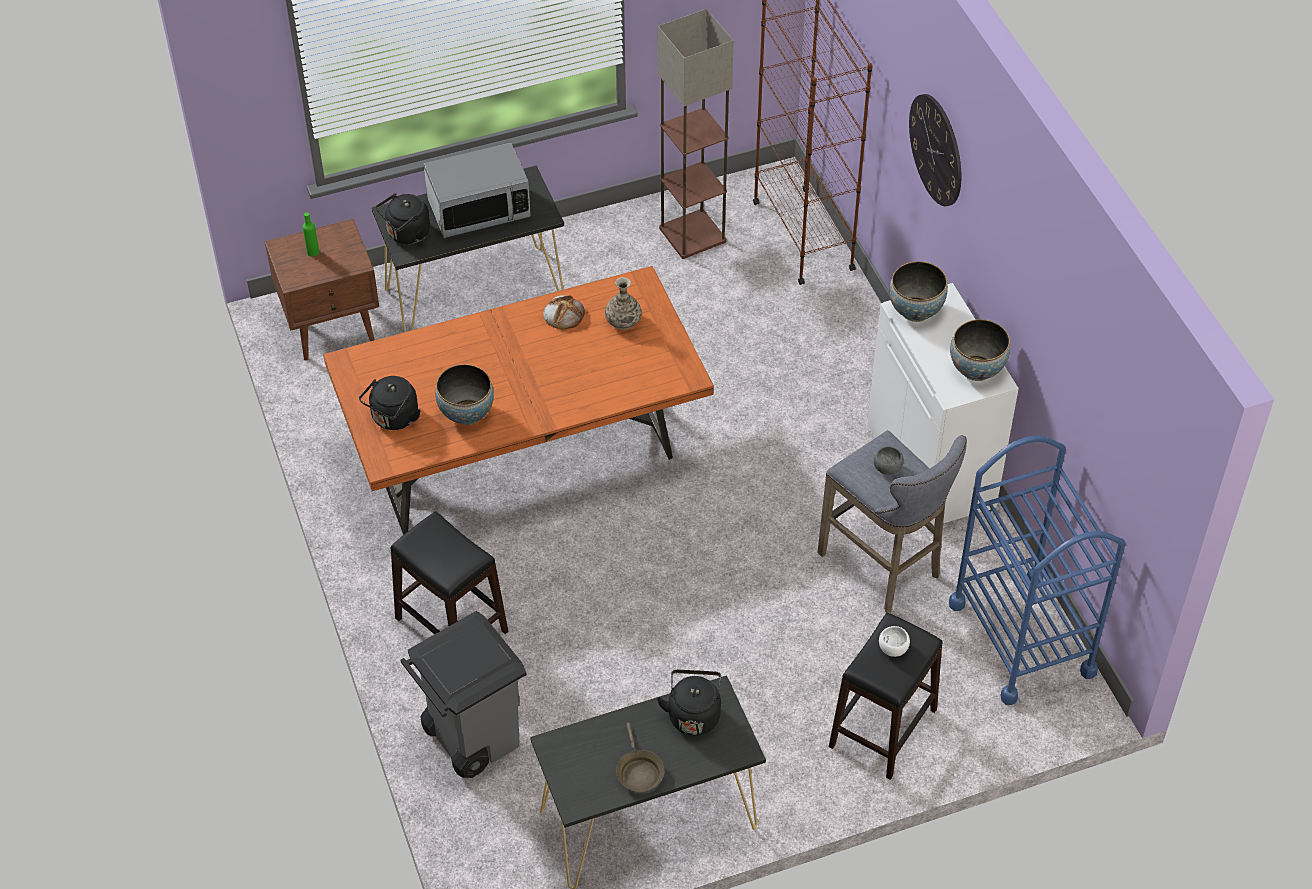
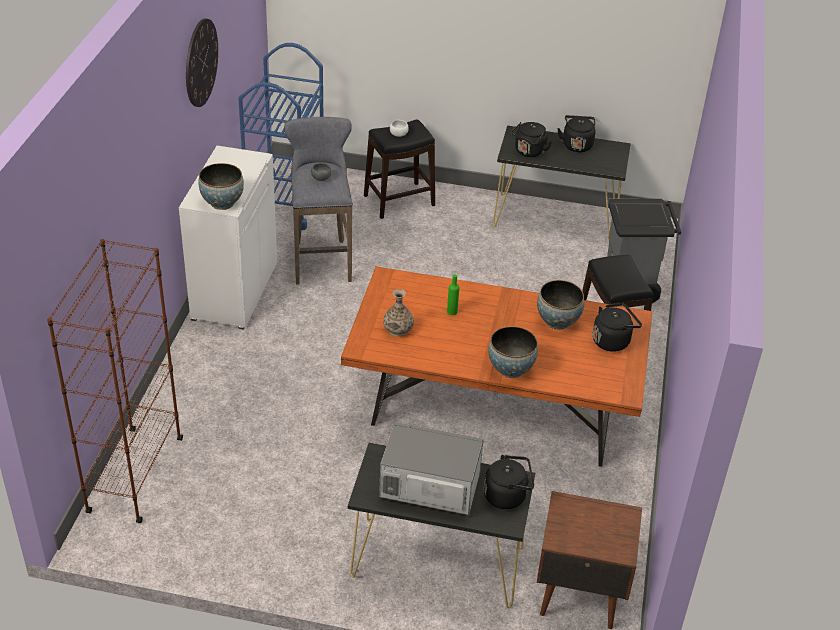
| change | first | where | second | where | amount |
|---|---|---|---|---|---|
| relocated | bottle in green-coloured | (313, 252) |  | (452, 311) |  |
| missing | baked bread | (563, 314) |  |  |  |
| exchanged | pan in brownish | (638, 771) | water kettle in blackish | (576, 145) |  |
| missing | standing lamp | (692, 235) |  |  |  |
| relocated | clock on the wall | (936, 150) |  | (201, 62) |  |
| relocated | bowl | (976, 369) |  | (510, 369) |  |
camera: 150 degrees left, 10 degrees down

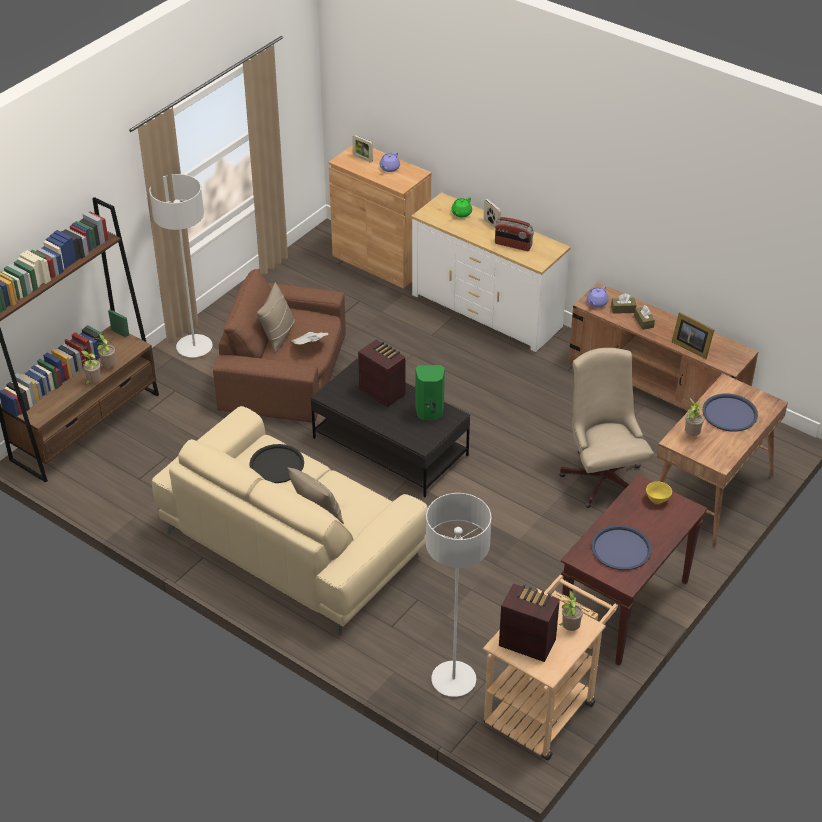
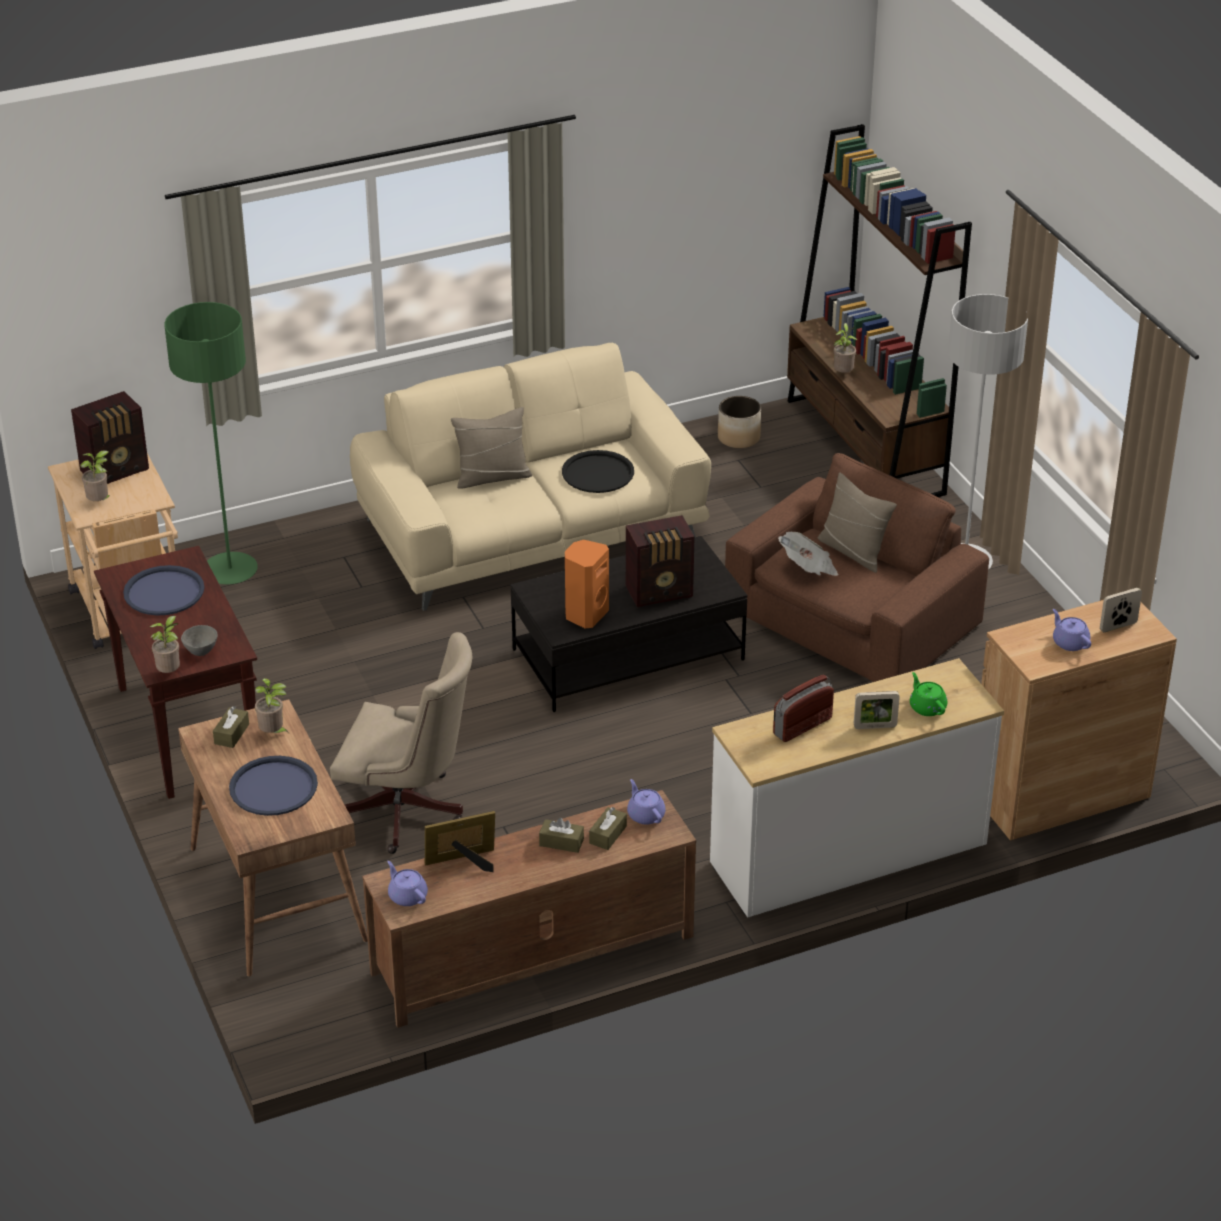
| change | first | where | second | where | amount |
|---|---|---|---|---|---|
| relocated | potted plant | (108, 367) |  | (170, 672) |  |
| colour | audio speaker in green-coloured | (429, 413) | audio speaker in orange-coloured | (585, 615) |  |
| colour | standing lamp in grey | (453, 680) | standing lamp in green-coloured | (230, 571) |  |
| colour | bowl in yellow-coloured | (657, 500) | bowl in grey | (201, 652) |  |
| appeared |  |  | box of tissues in brownish | (231, 734) |  |
| appeared |  |  | tea pot in purple | (407, 896) |  |
| appeared |  |  | plant pot | (739, 438) |  |
camera: 120 degrees right, 5 degrees down

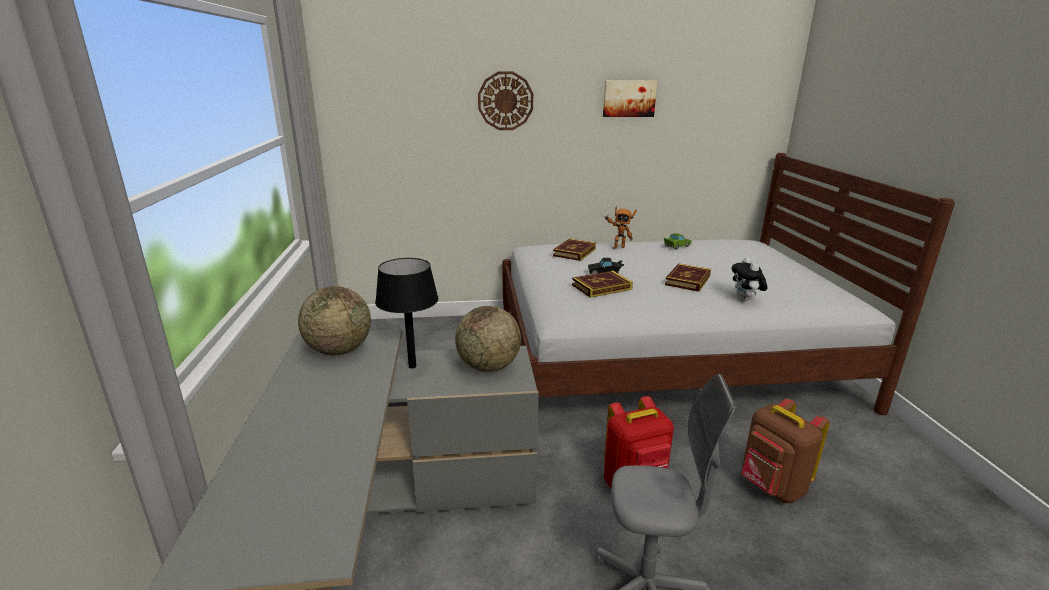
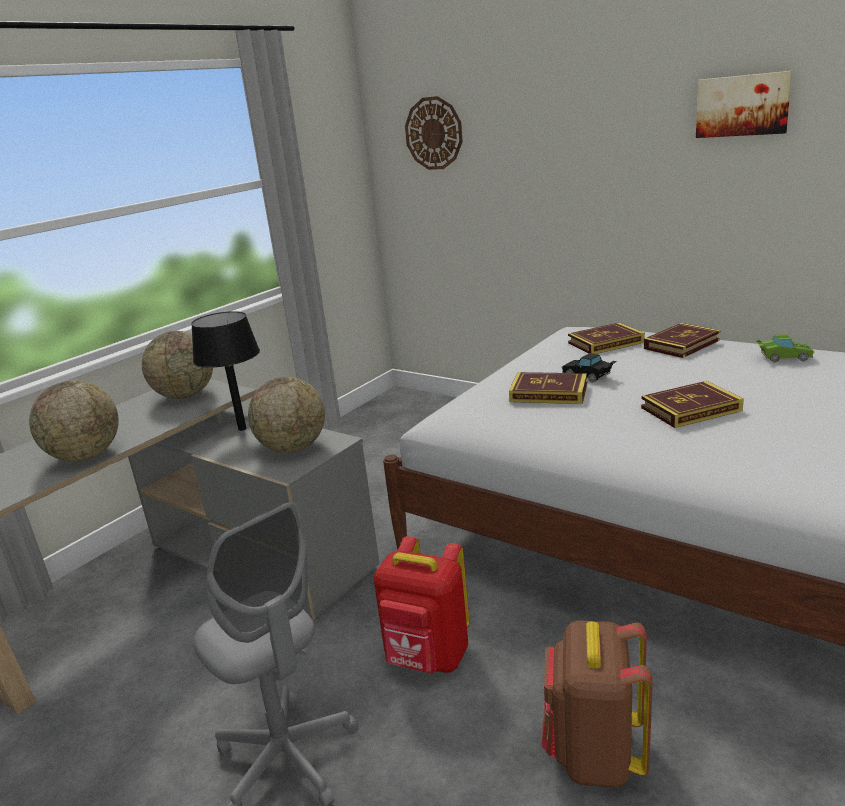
| change | first | where | second | where | amount |
|---|---|---|---|---|---|
| relocated | clock on the wall | (505, 101) |  | (434, 133) |  |
| exchanged | robot figure | (617, 247) | bound book | (681, 344) |  |
| missing | soft toy | (745, 300) |  |  |  |
| appeared |  |  | world globe | (86, 456) |  |
camera: 45 degrees right, 0 degrees up

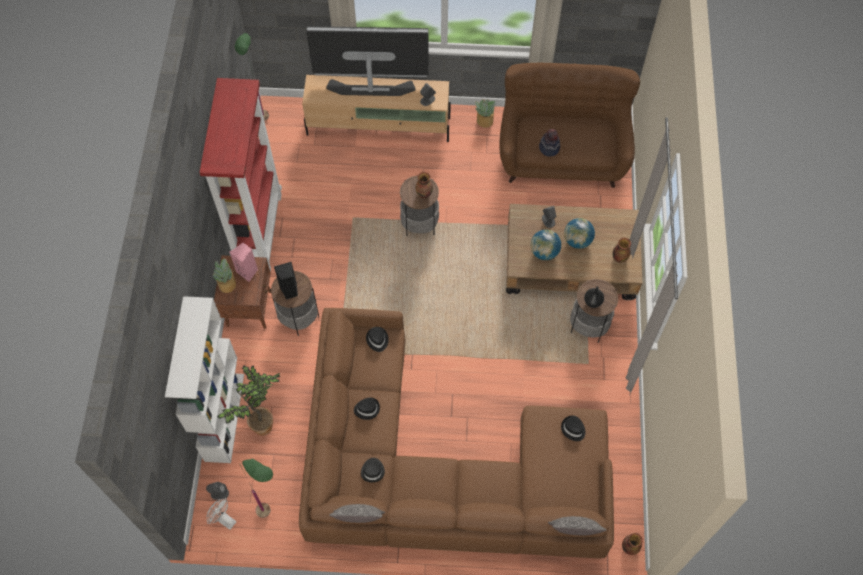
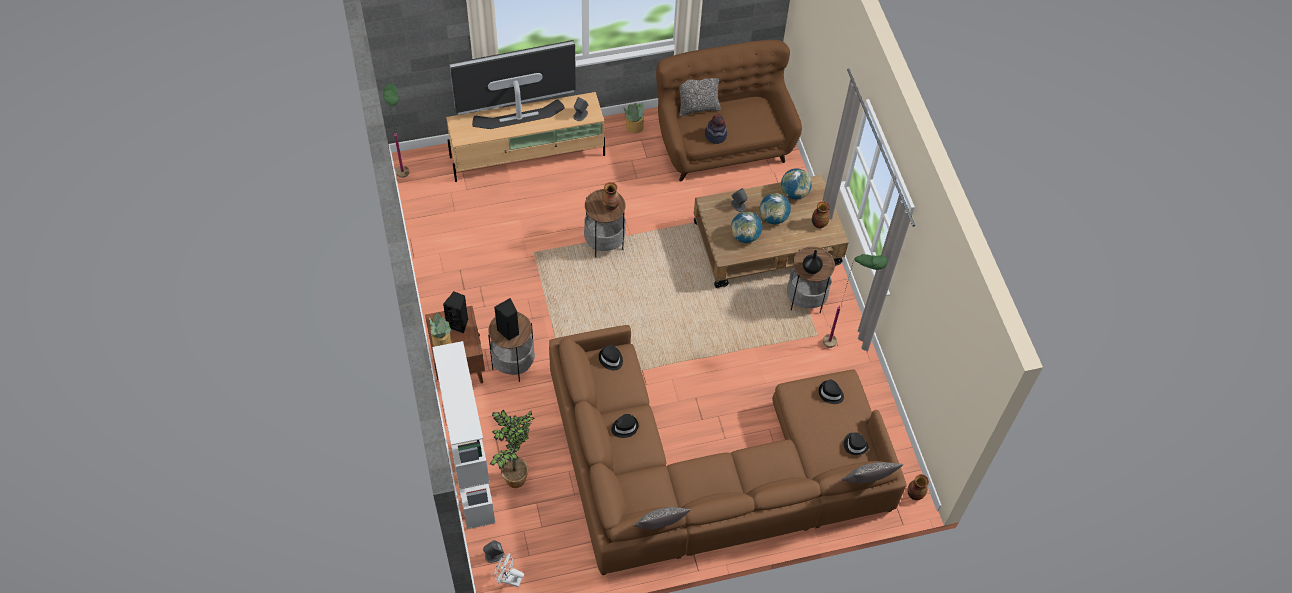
| change | first | where | second | where | amount |
|---|---|---|---|---|---|
| missing | bookcase in red-coloured | (259, 232) |  |  |  |
| colour | audio speaker in pink | (248, 272) | audio speaker in blackish | (459, 324) |  |
| relocated | standing lamp in green-coloured | (275, 516) |  | (841, 345) |  |
| relocated | hat in blackish | (373, 471) |  | (855, 445) |  |
| appeared |  |  | pillow | (698, 108) |  |
| appeared |  |  | world globe | (794, 193) |  |
camera: 20 degrees left, 5 degrees down

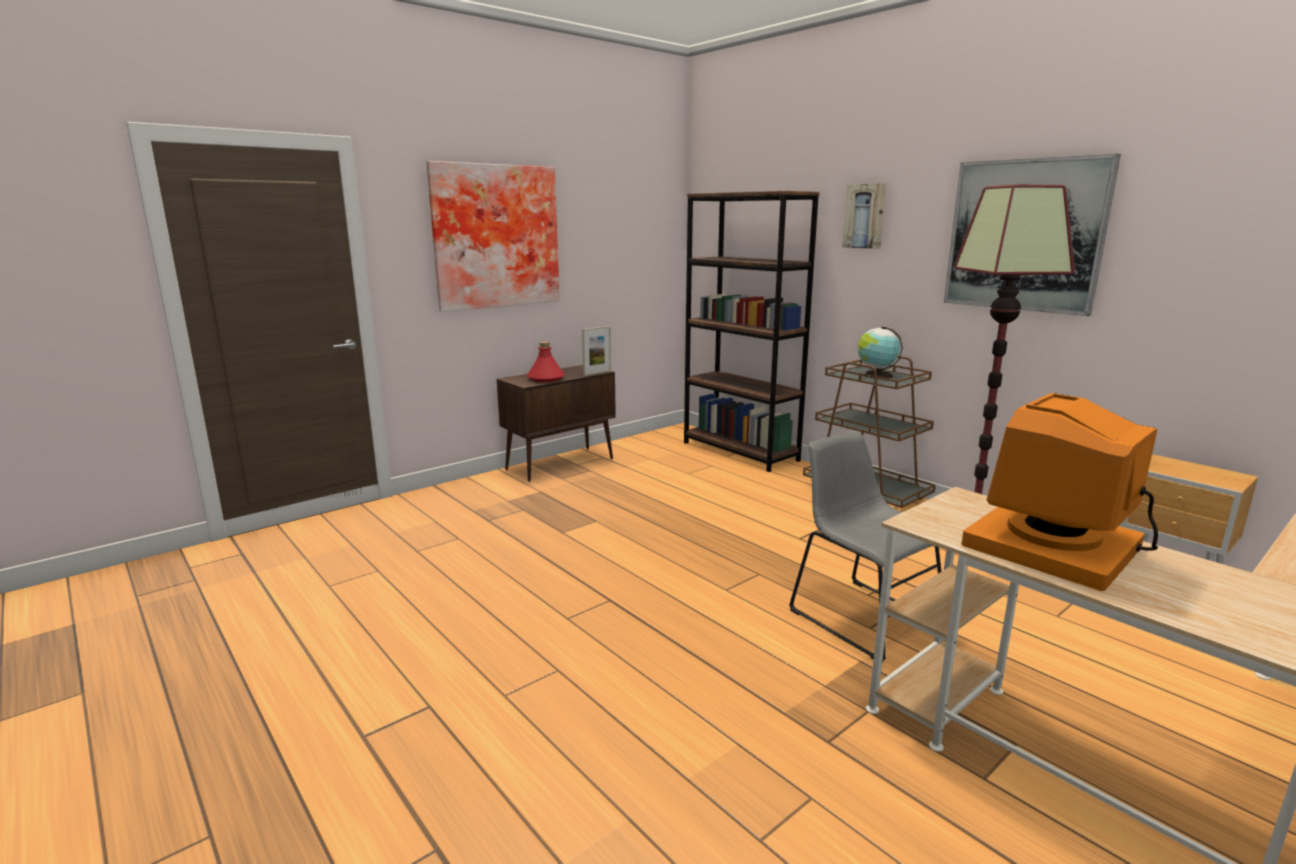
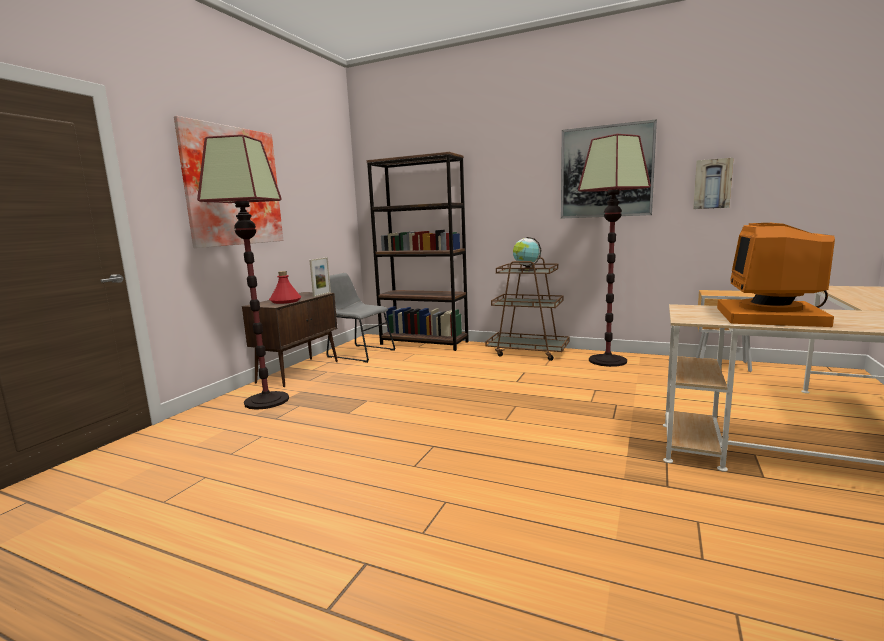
| change | first | where | second | where | amount |
|---|---|---|---|---|---|
| relocated | chair in grey | (860, 615) |  | (359, 353) |  |
| relocated | picture | (865, 216) |  | (712, 184) |  |
| appeared |  |  | standing lamp | (266, 401) |  |
camera: 25 degrees left, 5 degrees down

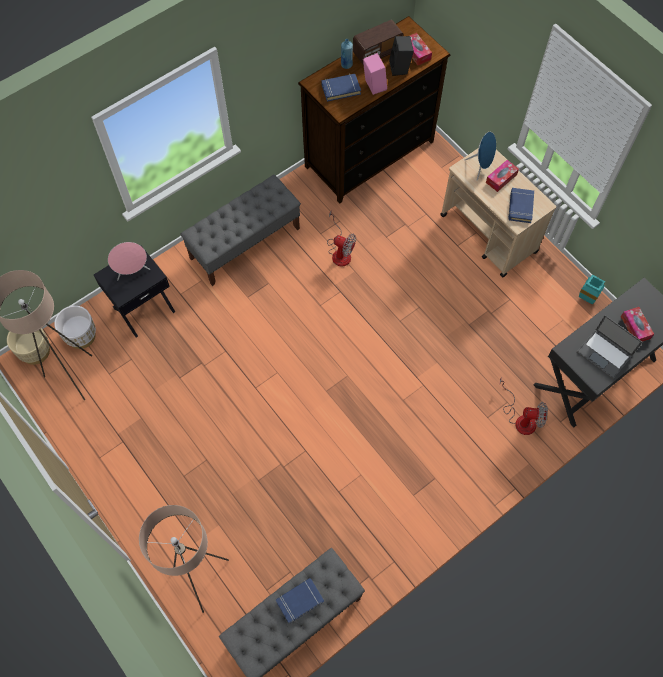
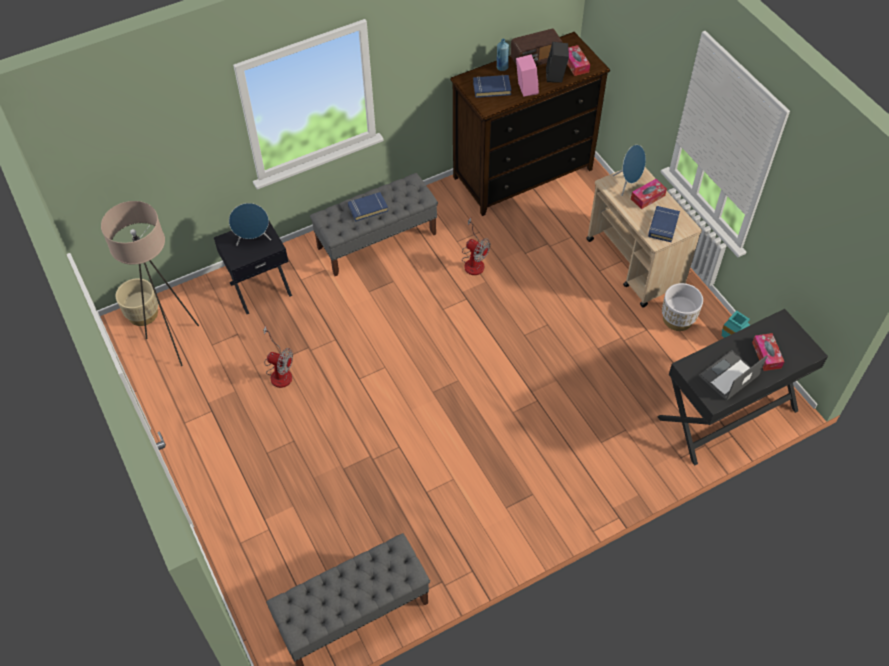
| change | first | where | second | where | amount |
|---|---|---|---|---|---|
| relocated | plant pot in whitish | (81, 336) |  | (677, 319) |  |
| colour | audio speaker in pink | (133, 271) | audio speaker in blue | (253, 240) |  |
| missing | standing lamp in beige-coloured | (202, 580) |  |  |  |
| relocated | bound book in blue | (299, 601) |  | (368, 208) |  |
| relocated | cooling fan | (521, 418) |  | (279, 371) |  |
| spun | portable computer | (605, 354) |  | (728, 376) | 90 degrees clockwise |
camera: 10 degrees right, 10 degrees down

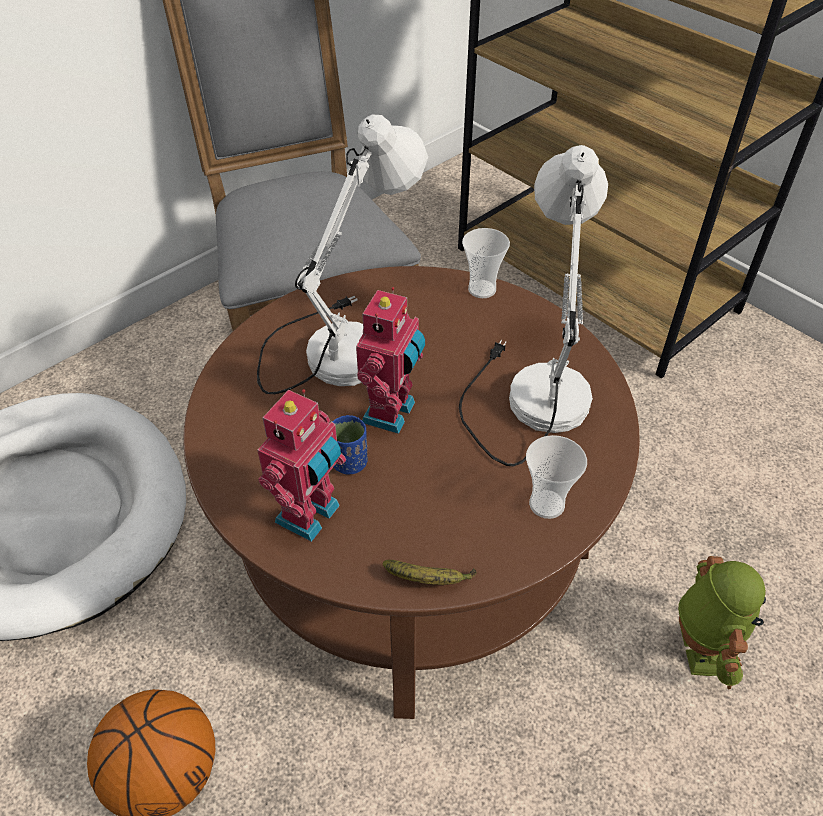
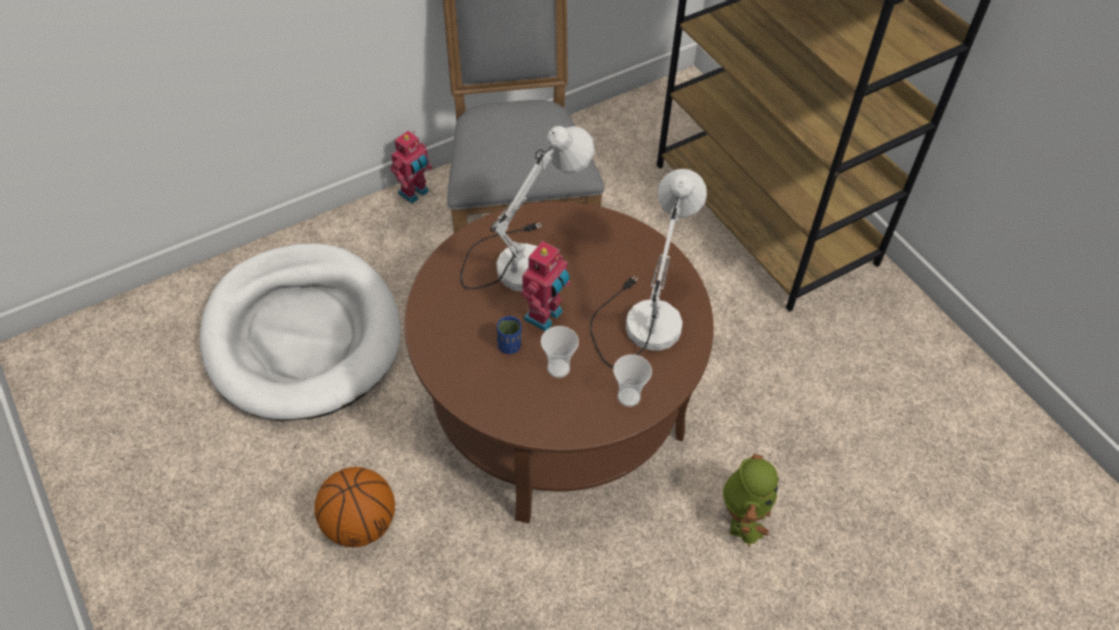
| change | first | where | second | where | amount |
|---|---|---|---|---|---|
| relocated | robot figure | (311, 516) |  | (415, 193) |  |
| missing | whole banana | (429, 580) |  |  |  |
| relocated | drinking cup | (482, 289) |  | (558, 368) |  |
camera: 10 degrees right, 5 degrees up

